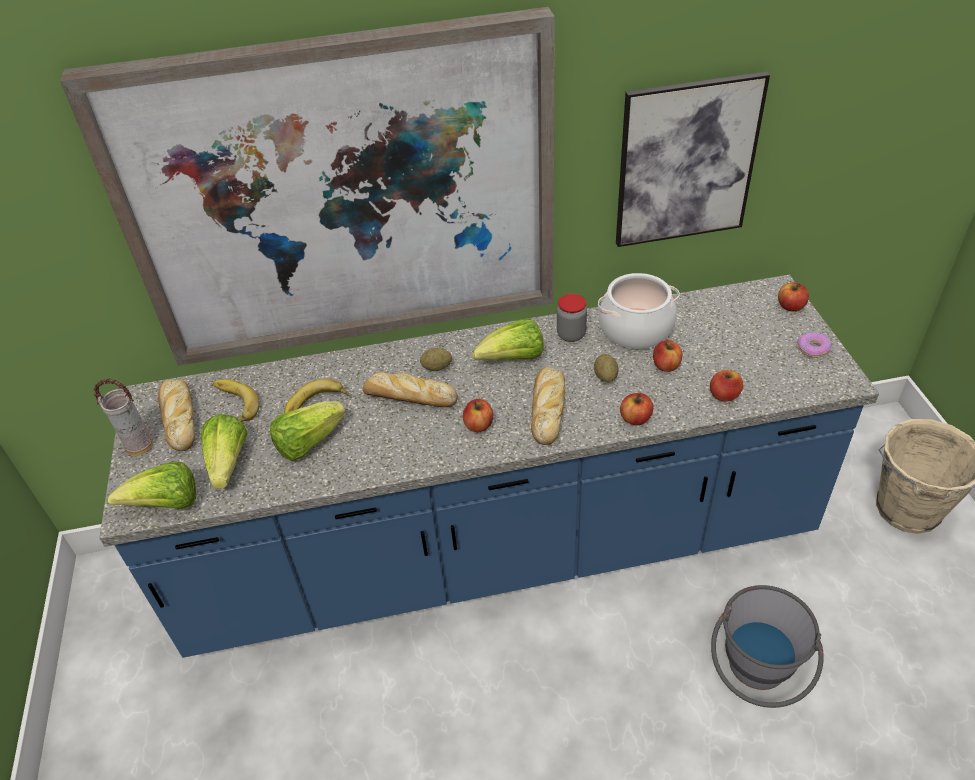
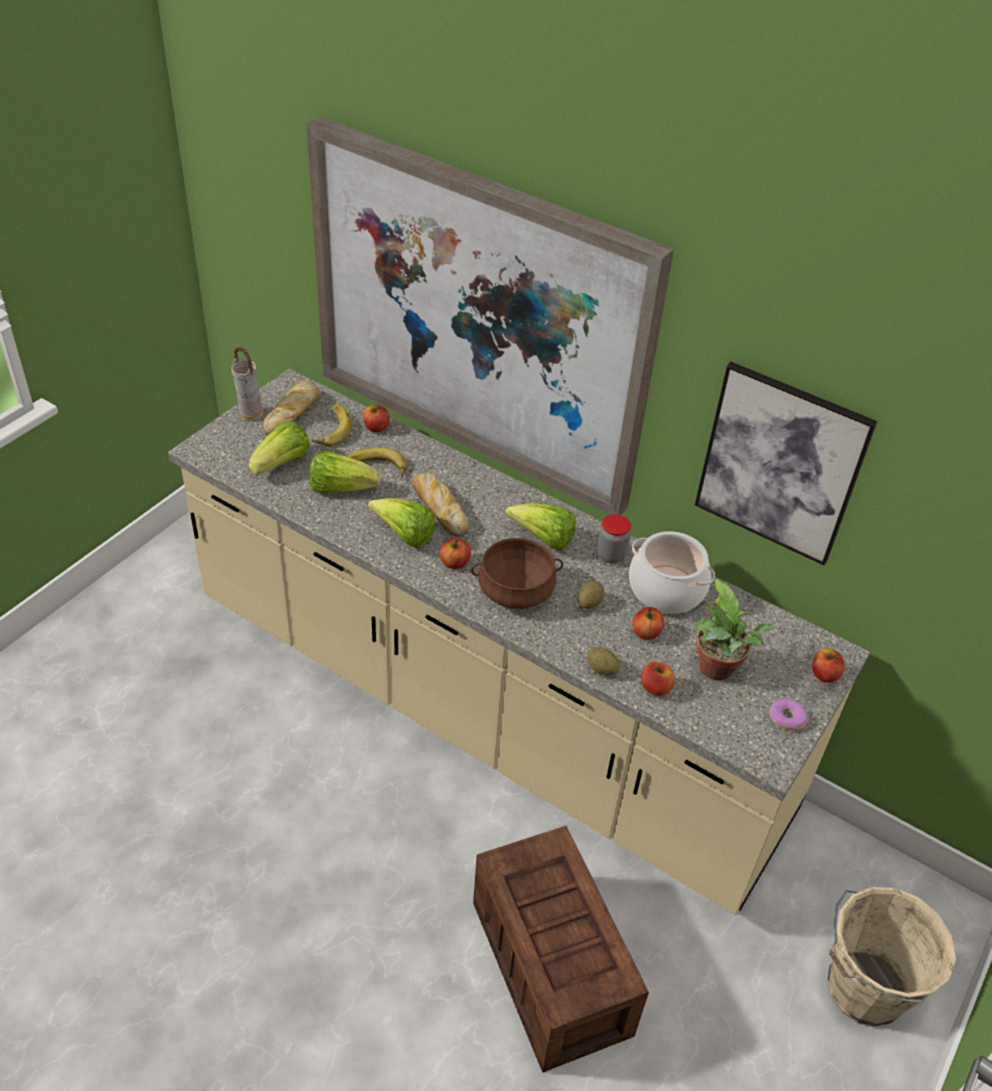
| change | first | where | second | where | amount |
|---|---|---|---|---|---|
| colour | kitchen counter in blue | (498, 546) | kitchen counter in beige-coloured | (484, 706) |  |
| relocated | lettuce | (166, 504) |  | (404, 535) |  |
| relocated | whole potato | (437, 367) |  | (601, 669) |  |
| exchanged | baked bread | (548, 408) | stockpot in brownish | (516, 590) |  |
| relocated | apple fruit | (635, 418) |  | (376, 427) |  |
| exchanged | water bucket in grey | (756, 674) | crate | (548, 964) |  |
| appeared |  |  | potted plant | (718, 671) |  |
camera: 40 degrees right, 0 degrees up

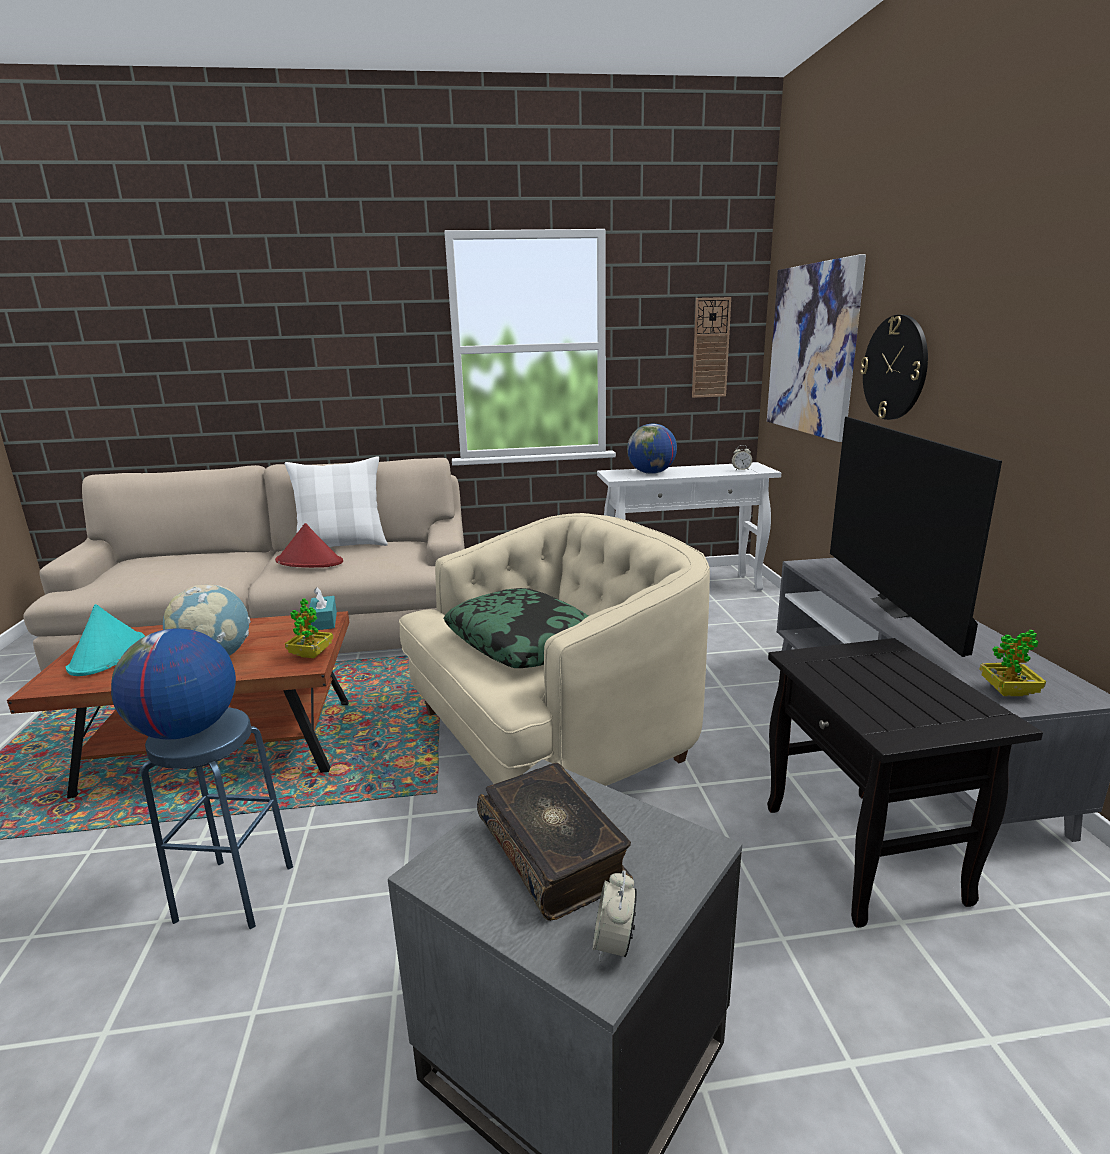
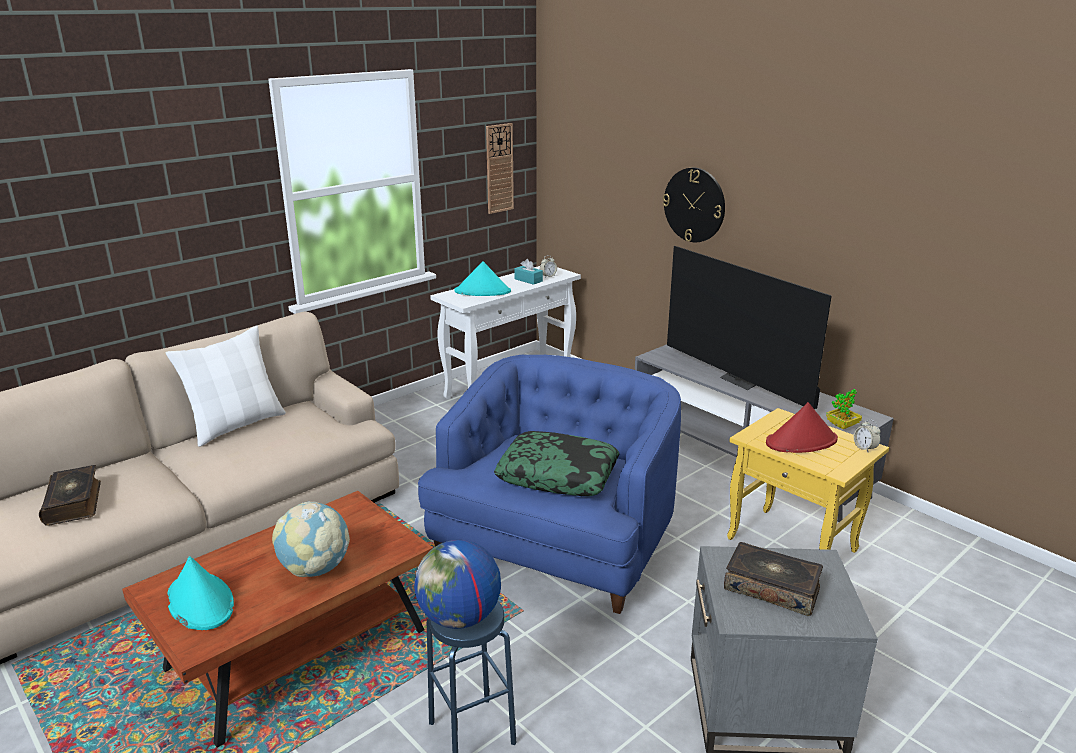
| change | first | where | second | where | amount |
|---|---|---|---|---|---|
| relocated | hat in red-coloured | (310, 562) |  | (801, 442) |  |
| missing | potted plant | (311, 654) |  |  |  |
| relocated | box of tissues in blue-green | (324, 621) |  | (528, 280) |  |
| colour | easy chair in beige-coloured | (551, 740) | easy chair in blue | (555, 543) |  |
| relocated | bedside clock | (614, 944) |  | (865, 448) |  |
| exchanged | world globe | (651, 473) | hat in blue-green | (483, 291) |  |
| missing | picture | (812, 349) |  |  |  |
| colour | end table in blackish | (866, 855) | end table in yellow-coloured | (794, 545) |  |
| appeared |  |  | bound book | (74, 503) |  |
camera: 35 degrees left, 5 degrees up

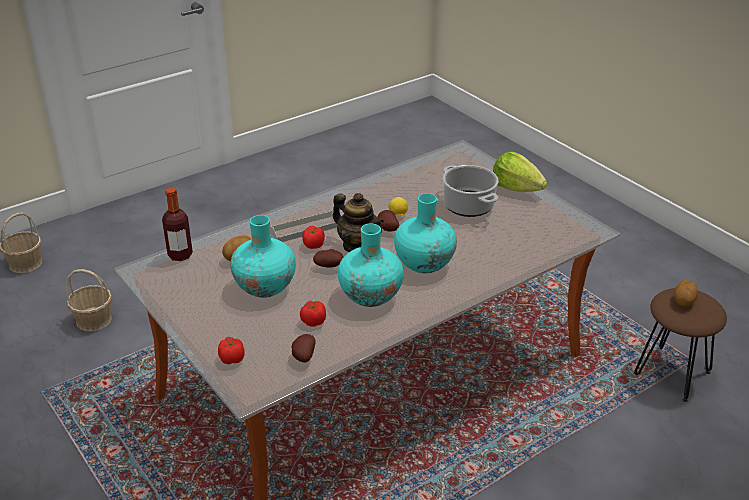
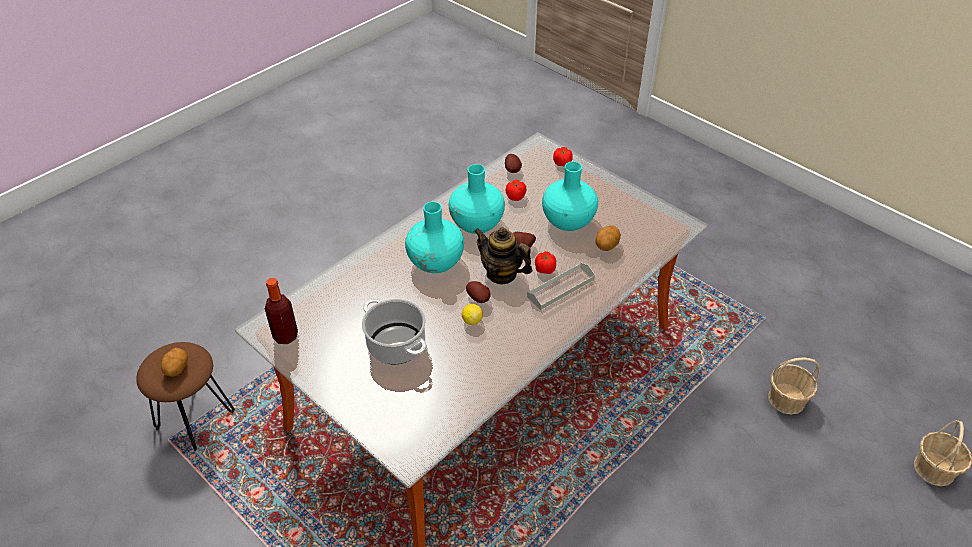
| change | first | where | second | where | amount |
|---|---|---|---|---|---|
| relocated | bottle | (180, 255) |  | (285, 336) |  |
| missing | lettuce | (516, 188) |  |  |  |
camera: 170 degrees right, 10 degrees up

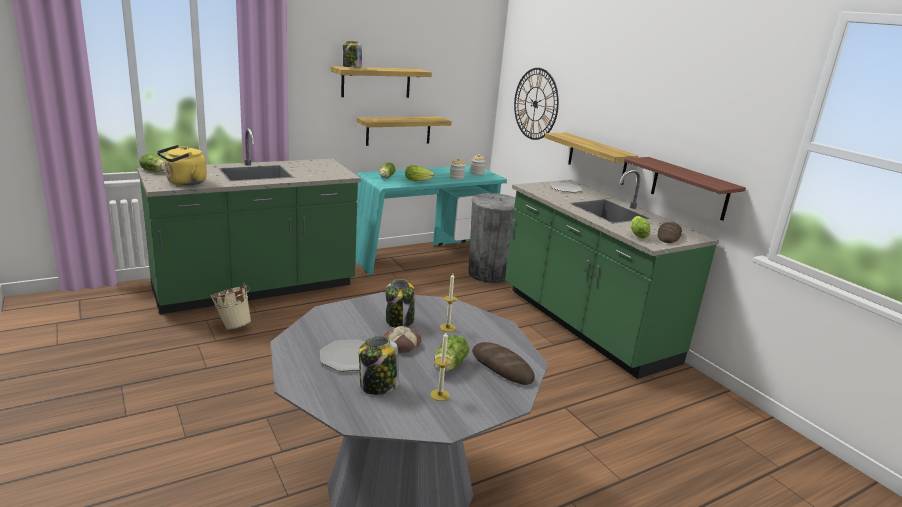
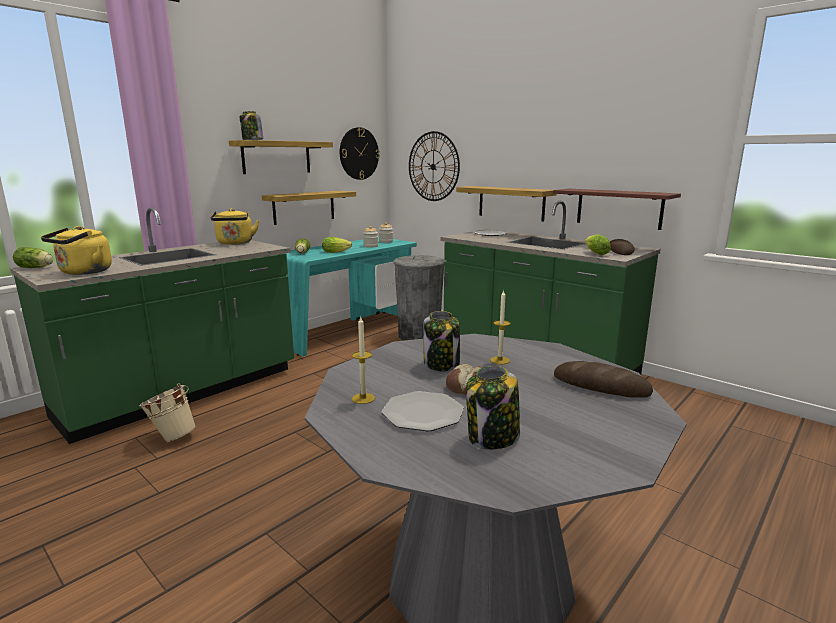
| change | first | where | second | where | amount |
|---|---|---|---|---|---|
| relocated | candle | (440, 395) |  | (363, 398) |  |
| missing | lettuce | (448, 366) |  |  |  |
| appeared |  |  | water kettle in yellow-coloured | (235, 243) |  |
| appeared |  |  | clock on the wall | (359, 153) |  |
camera: 15 degrees left, 5 degrees down

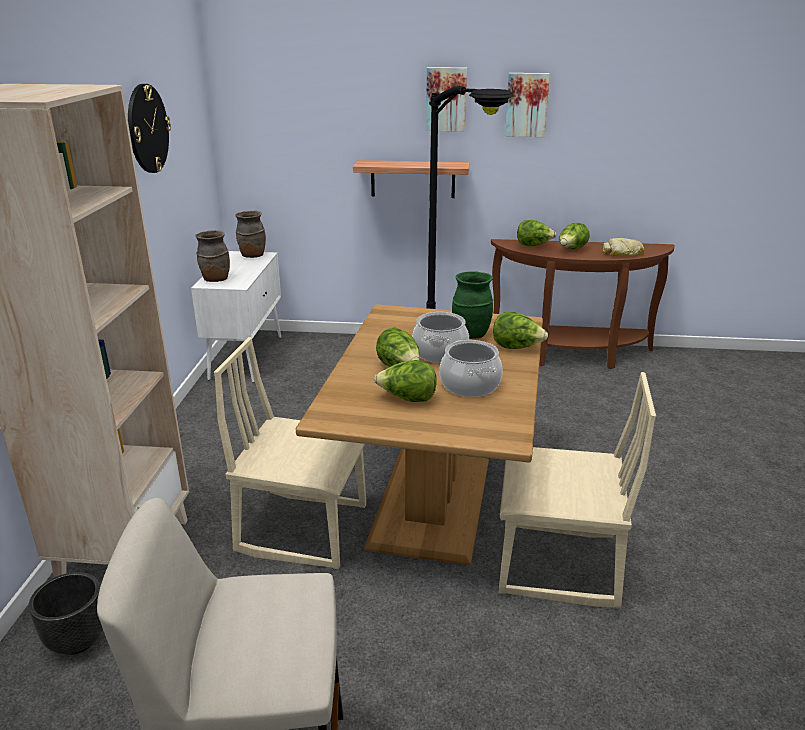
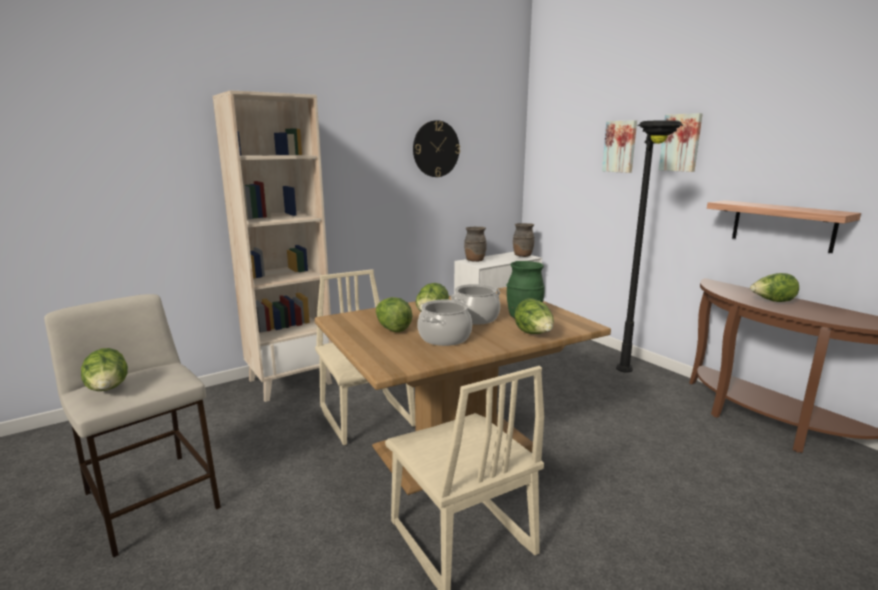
| change | first | where | second | where | amount |
|---|---|---|---|---|---|
| missing | plant pot in blackish | (77, 640) |  |  |  |
| relocated | wall shelf | (413, 179) |  | (782, 225) |  |
| relocated | picture | (526, 105) |  | (620, 146) |  |
| relocated | lettuce | (533, 246) |  | (108, 390) |  |
| missing | baked bread | (622, 253) |  |  |  |
camera: 50 degrees right, 10 degrees down

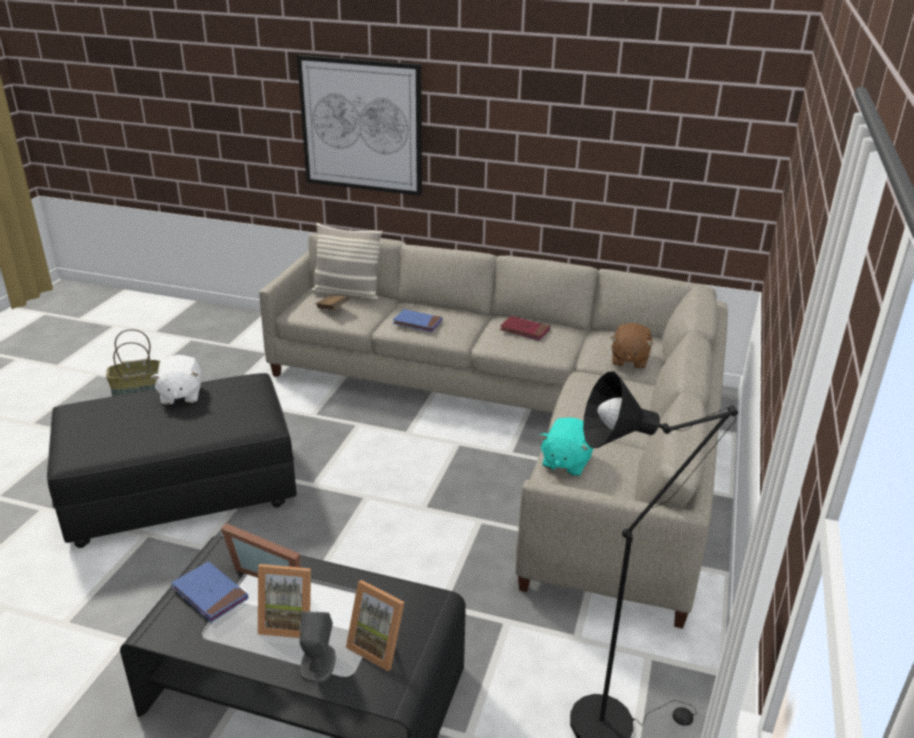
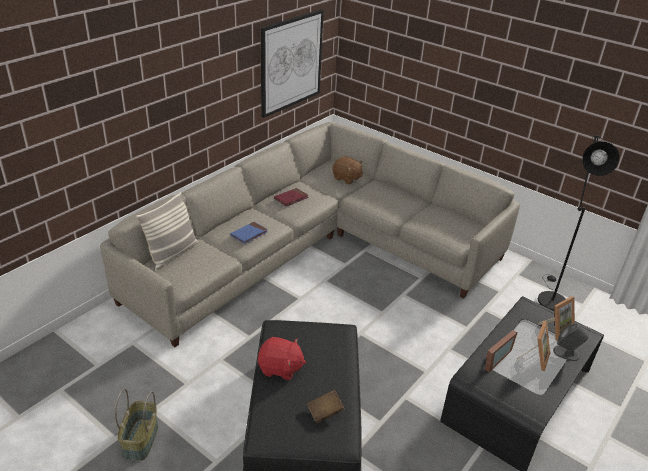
| change | first | where | second | where | amount |
|---|---|---|---|---|---|
| colour | soft toy in whitish | (180, 395) | soft toy in red-coloured | (280, 368) |  |
| missing | bound book in blue | (210, 594) |  |  |  |
| relocated | picture | (361, 125) |  | (291, 62) |  |
| relocated | bound book in brownish | (332, 309) |  | (325, 412) |  |
| missing | soft toy in blue-green | (566, 462) |  |  |  |
camera: 70 degrees left, 5 degrees up

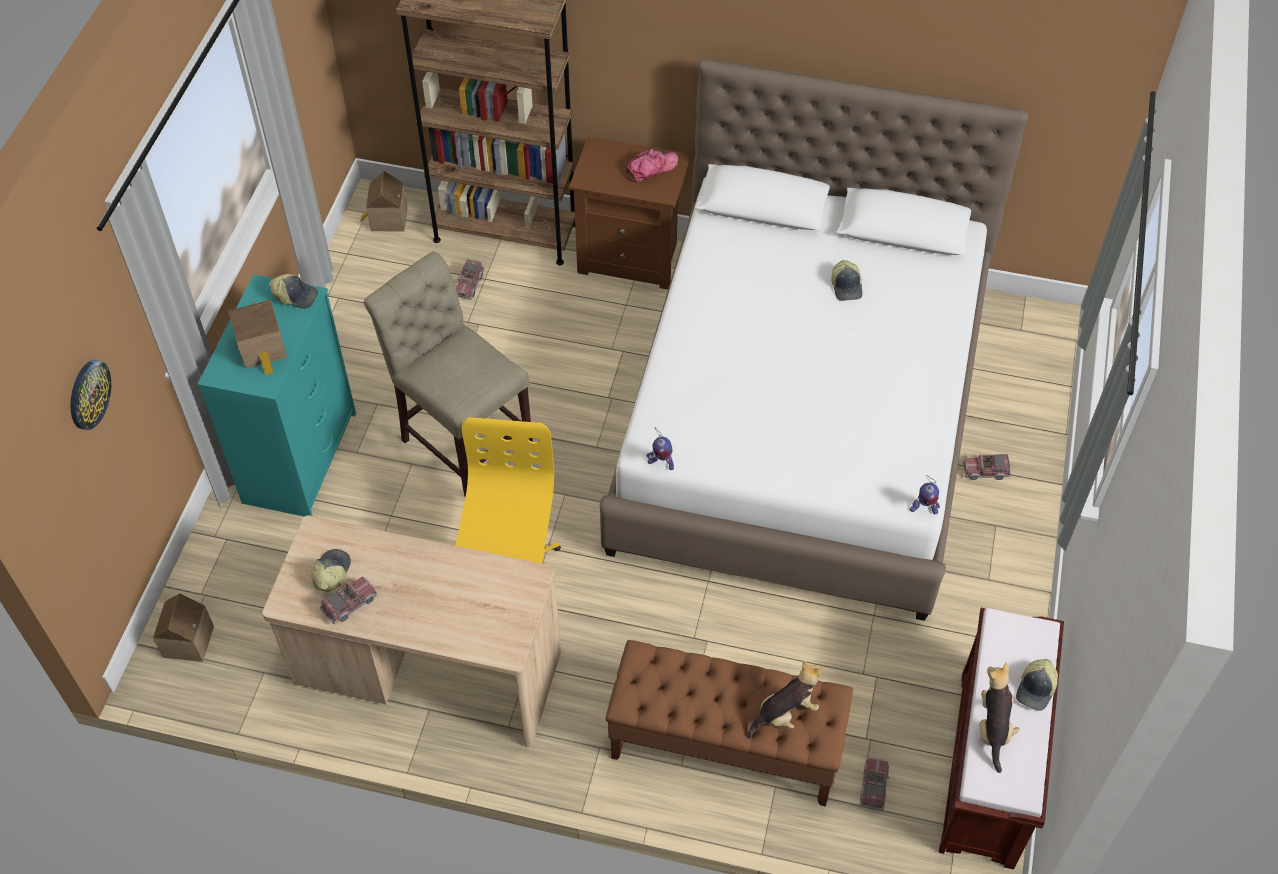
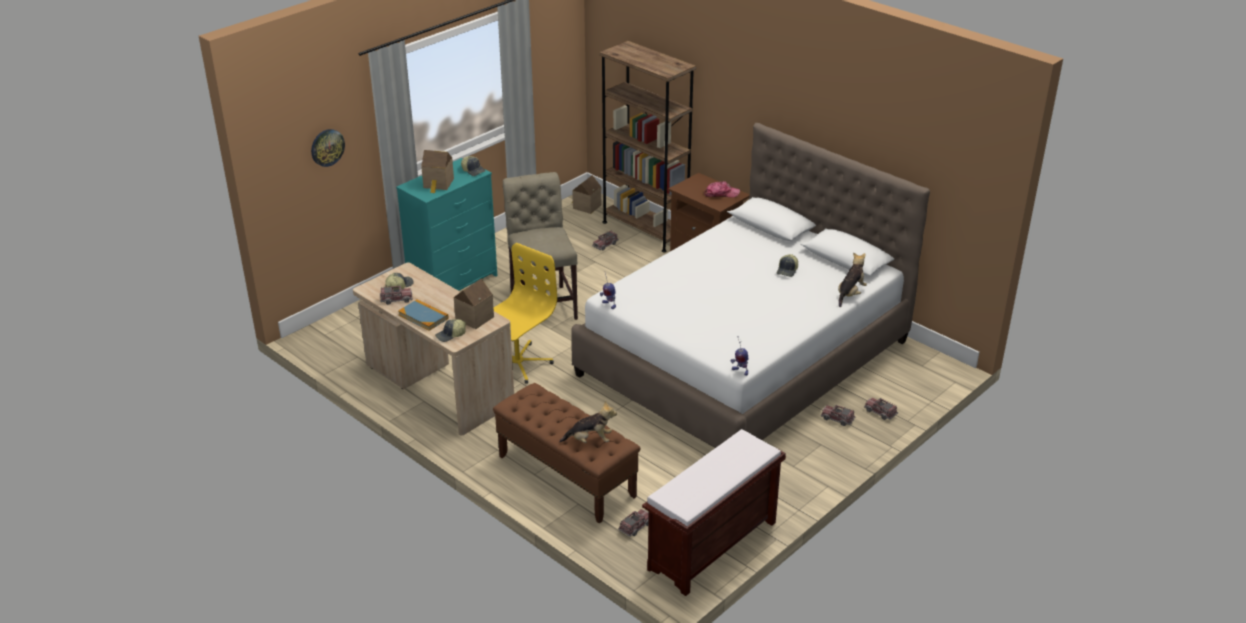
| change | first | where | second | where | amount |
|---|---|---|---|---|---|
| relocated | toy house | (185, 642) |  | (473, 318) |  |
| relocated | soft toy | (993, 727) |  | (850, 294) |  |
| relocated | peaked cap | (1036, 689) |  | (451, 335) |  |
| appeared |  |  | bound book | (423, 317) |  |
| appeared |  |  | toy truck | (880, 412) |  |
camera: 30 degrees right, 20 degrees down

